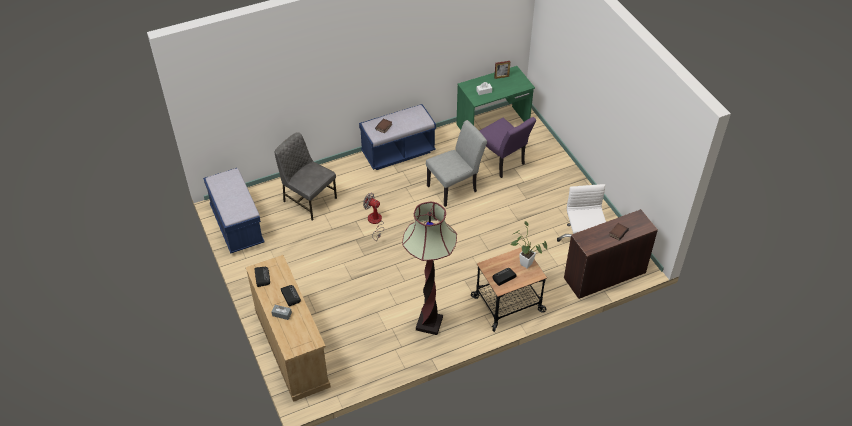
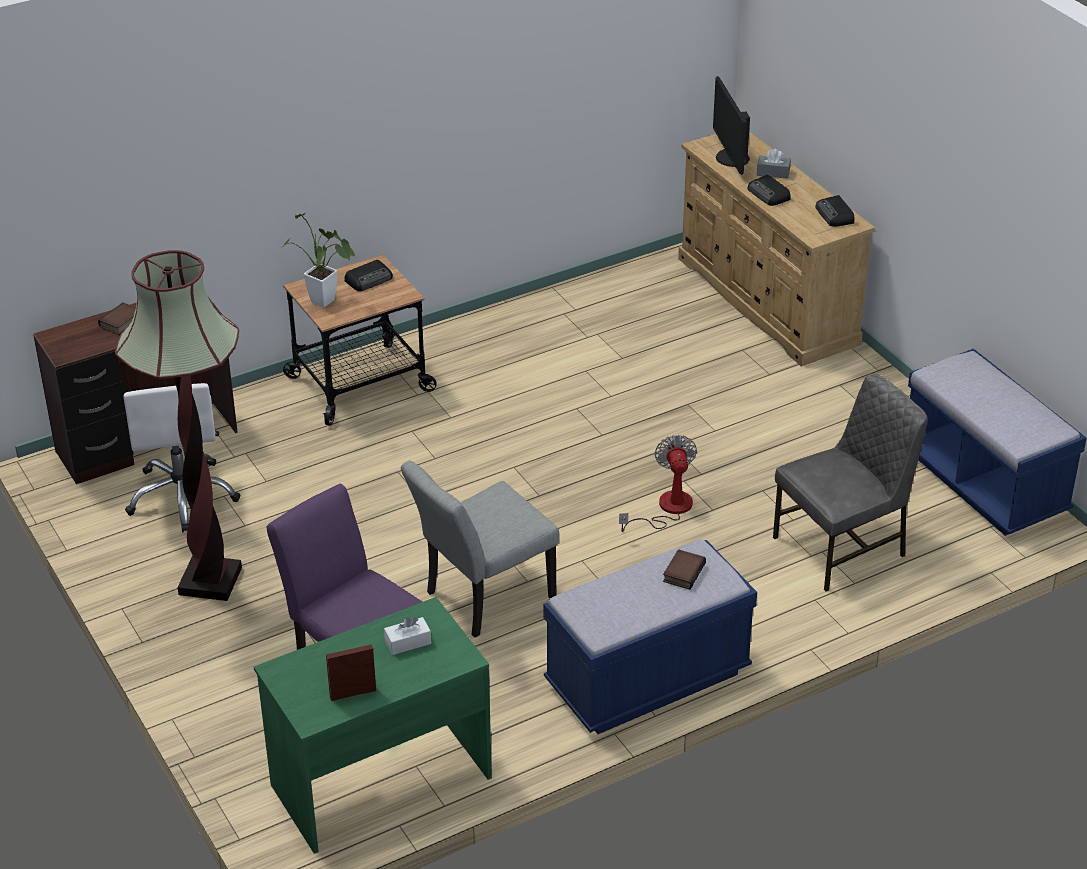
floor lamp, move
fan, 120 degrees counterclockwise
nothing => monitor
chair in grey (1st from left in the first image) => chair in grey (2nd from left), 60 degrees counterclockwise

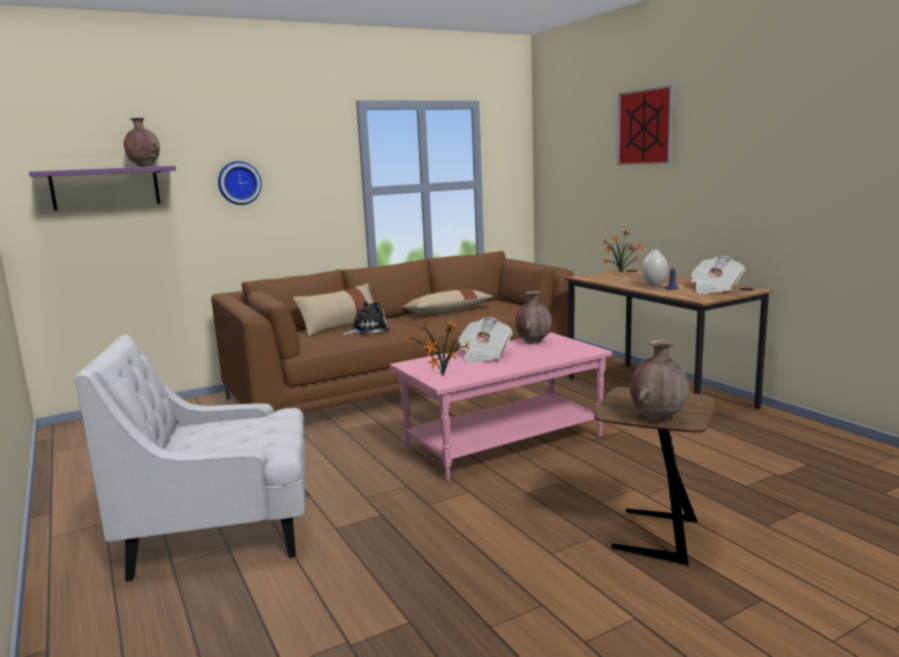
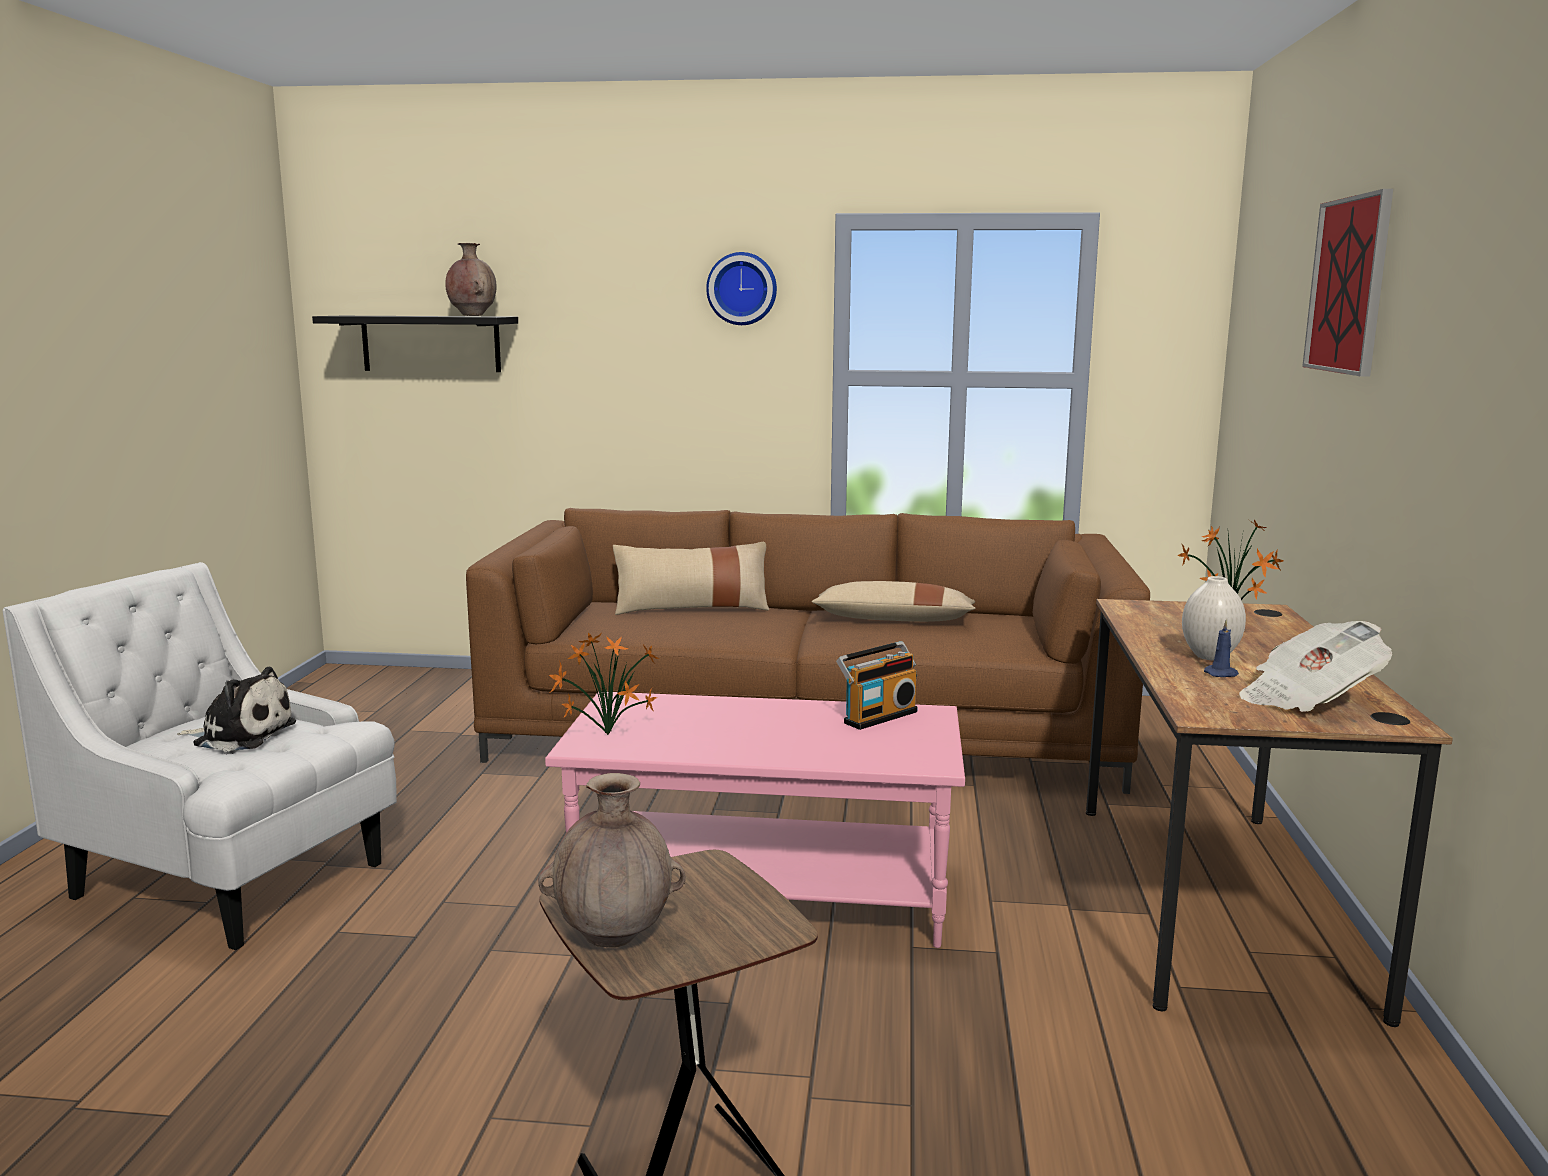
plush toy, move
shelf in purple => shelf in black
wall clock, move
vase in brown (2nd from left) => radio
newspaper (1st from left) => nothing

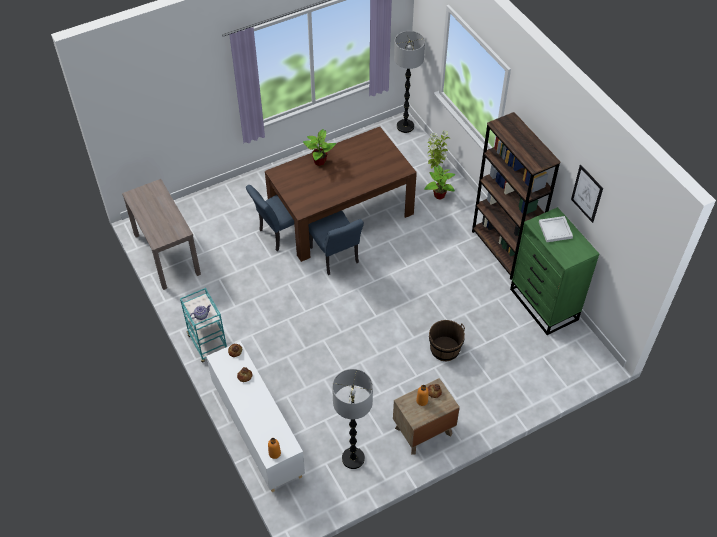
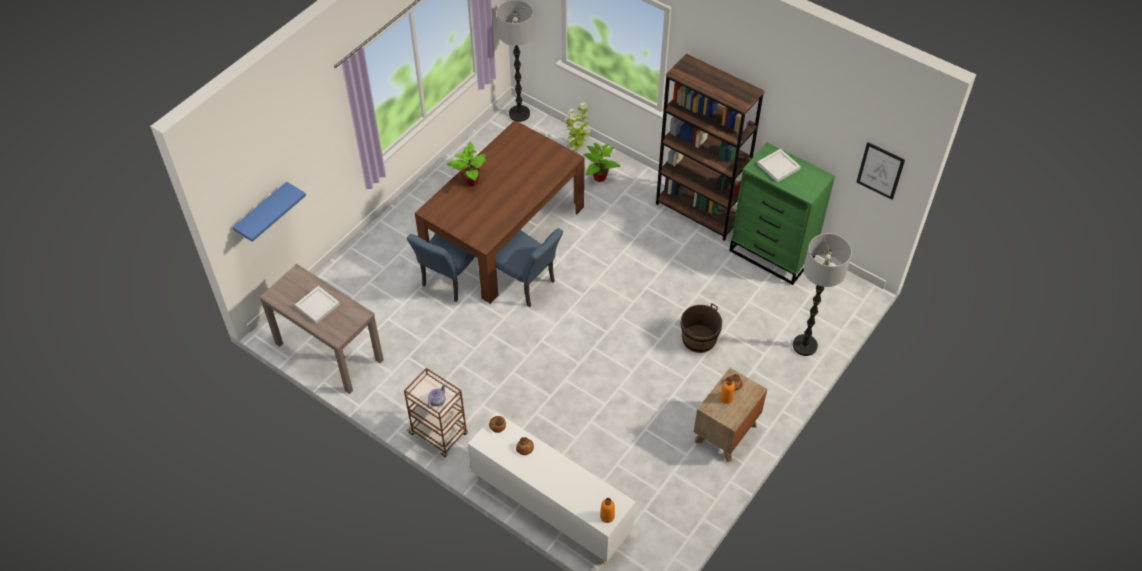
nothing => shelf in blue
nothing => tray in white (1st from left)
cart in turquoise => cart in brown
floor lamp (1st from left in the first image) => floor lamp (2nd from left), move
picture, move

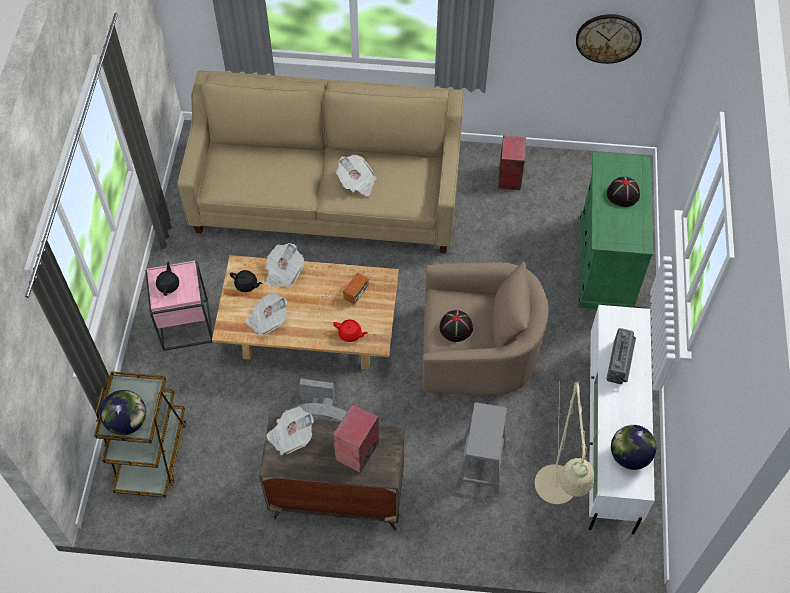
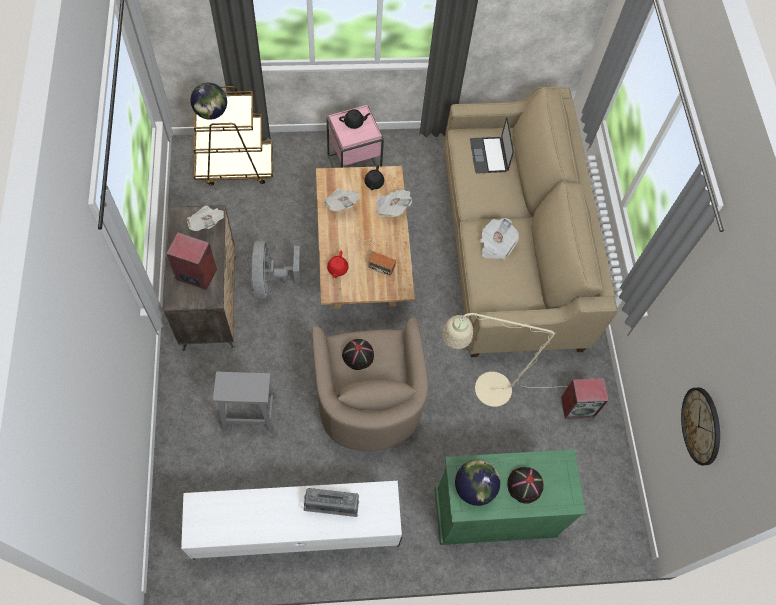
floor lamp in beige, move
globe (2nd from left), move
nothing => laptop

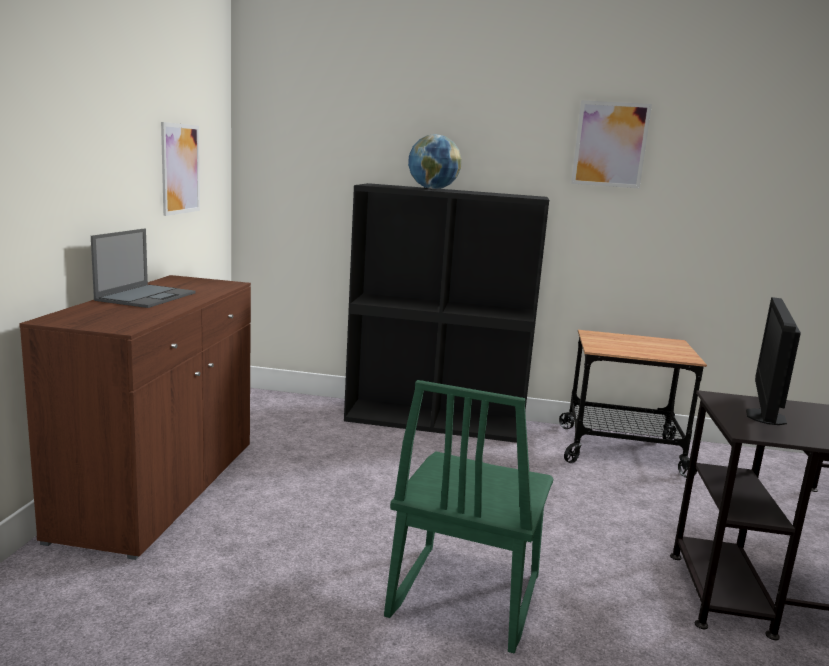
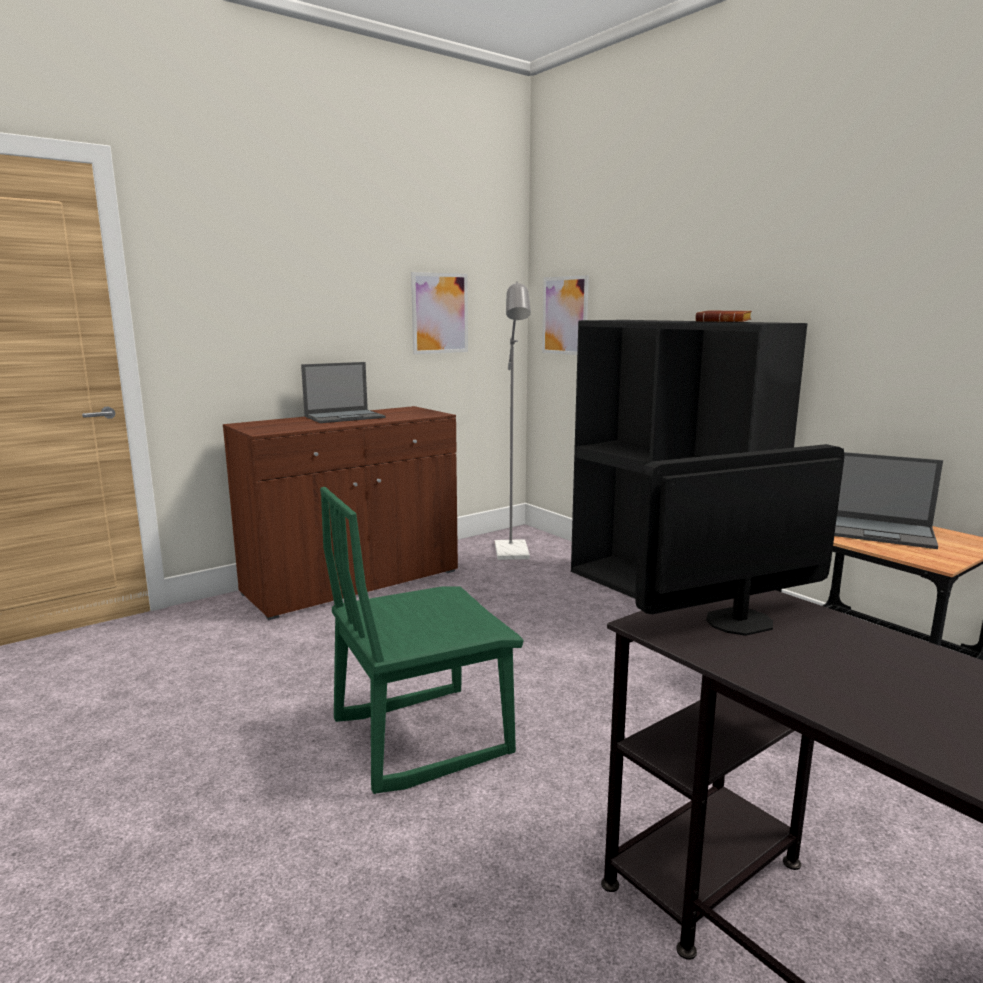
nothing => floor lamp in grey
picture (2nd from left), move
nothing => book in brown
nothing => laptop (2nd from left)
globe => nothing

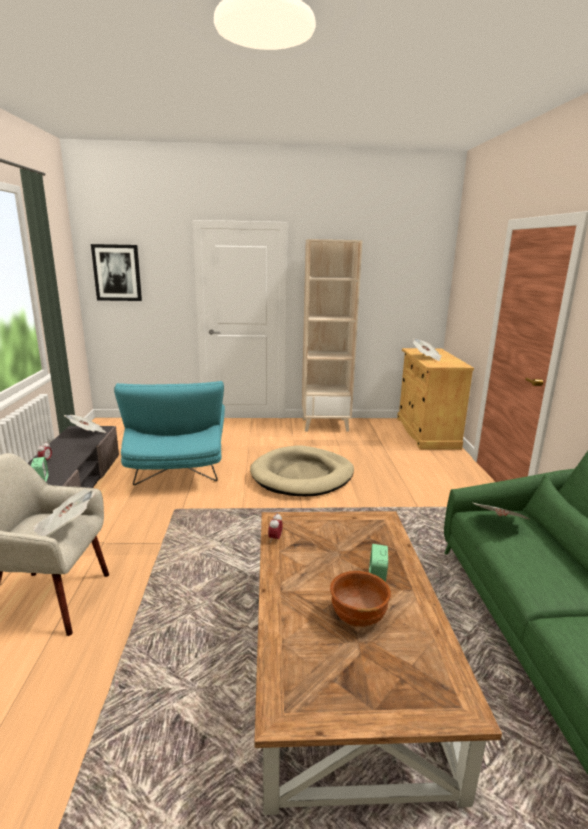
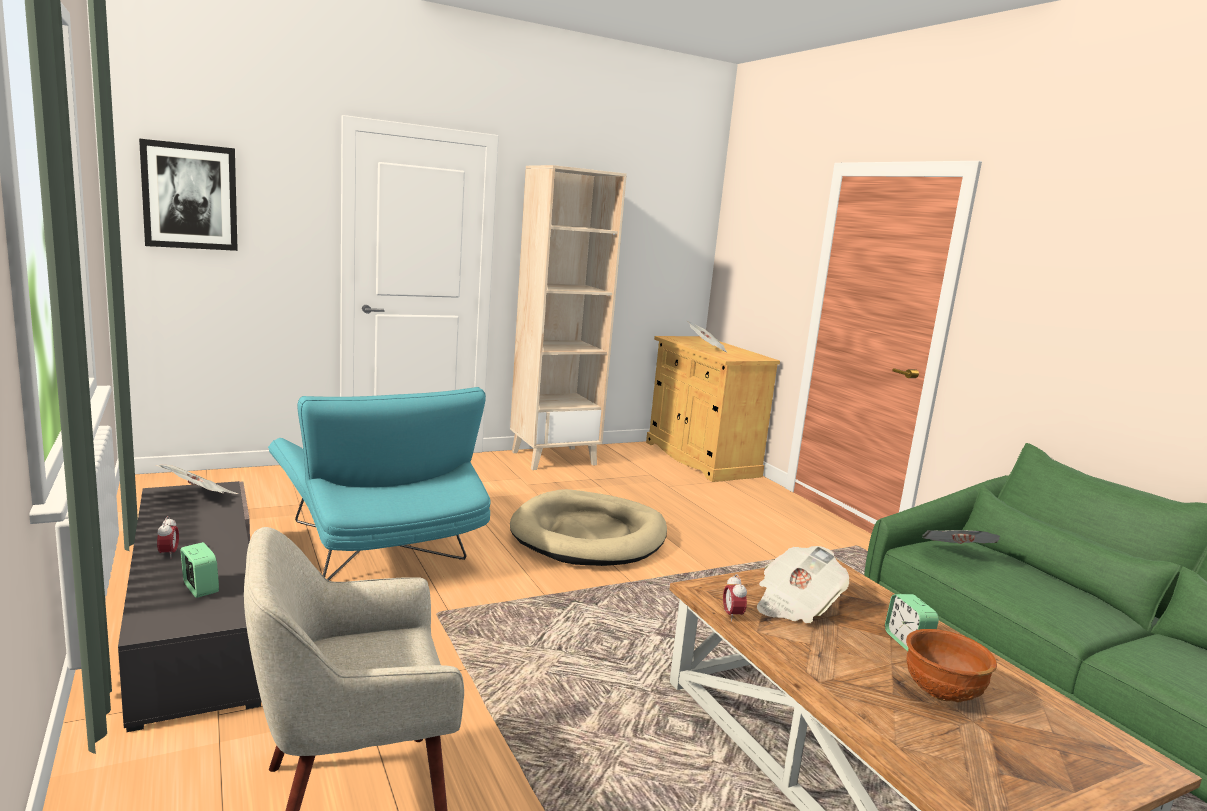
newspaper (1st from left in the first image) => newspaper (3rd from left), move

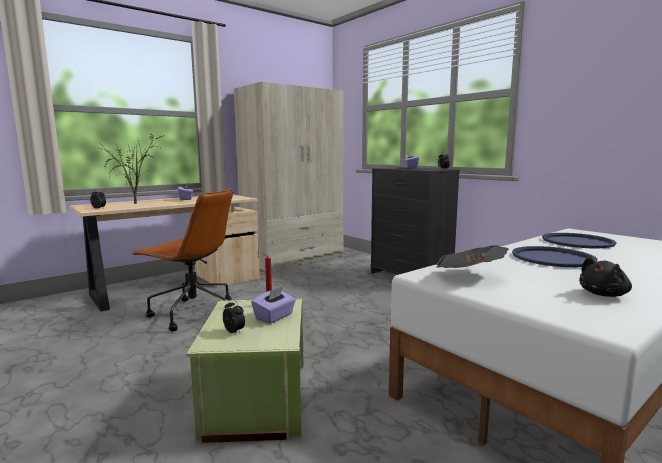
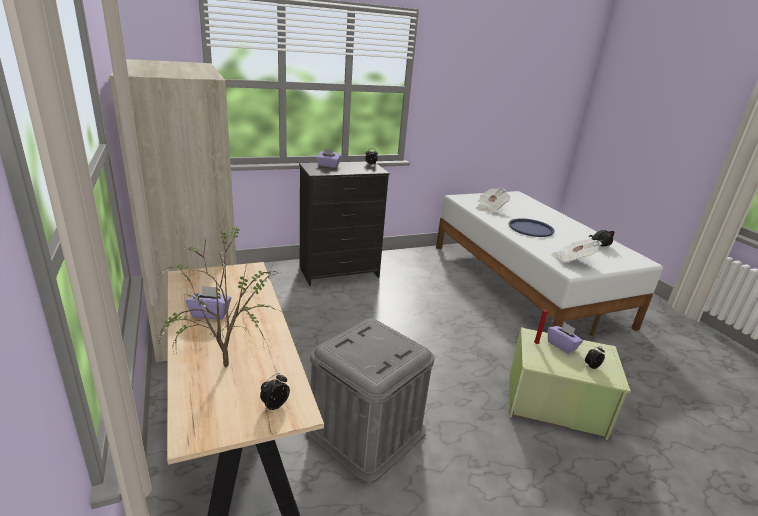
office chair in brown => storage box in grey
tray in blue (2nd from left) => newspaper (1st from left)

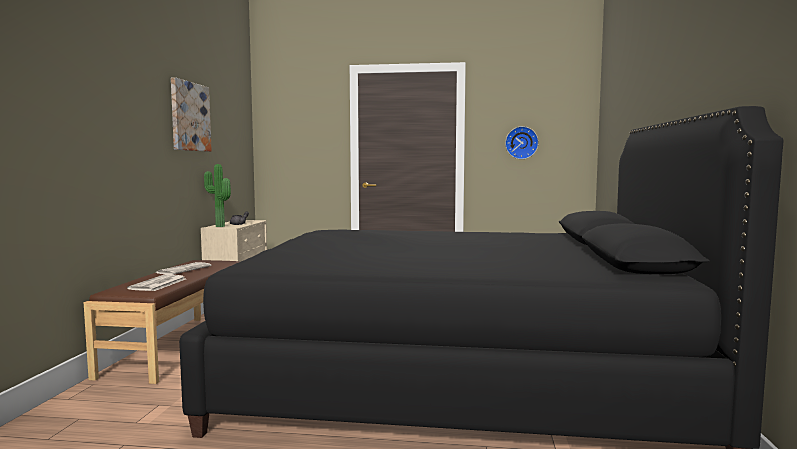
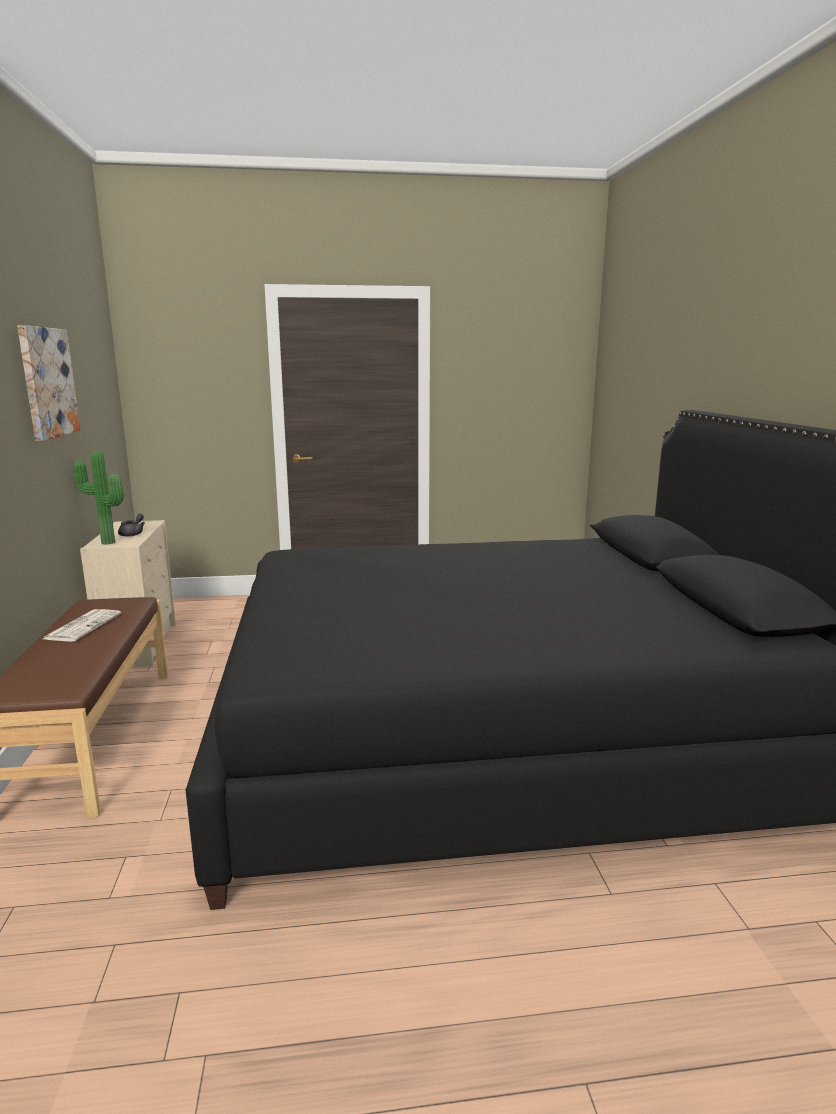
newspaper (1st from left) => nothing
wall clock => nothing

